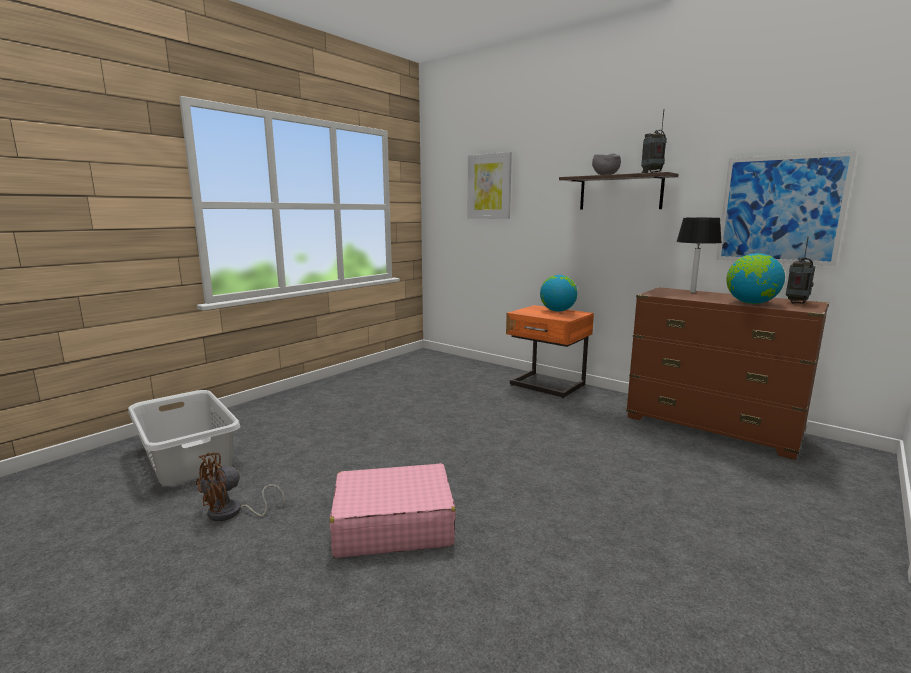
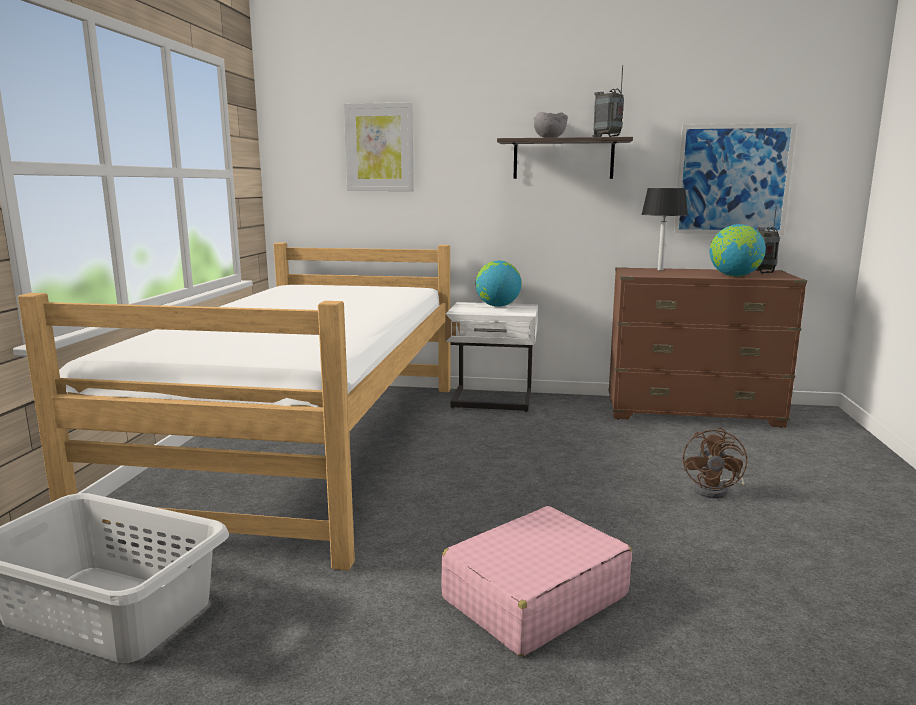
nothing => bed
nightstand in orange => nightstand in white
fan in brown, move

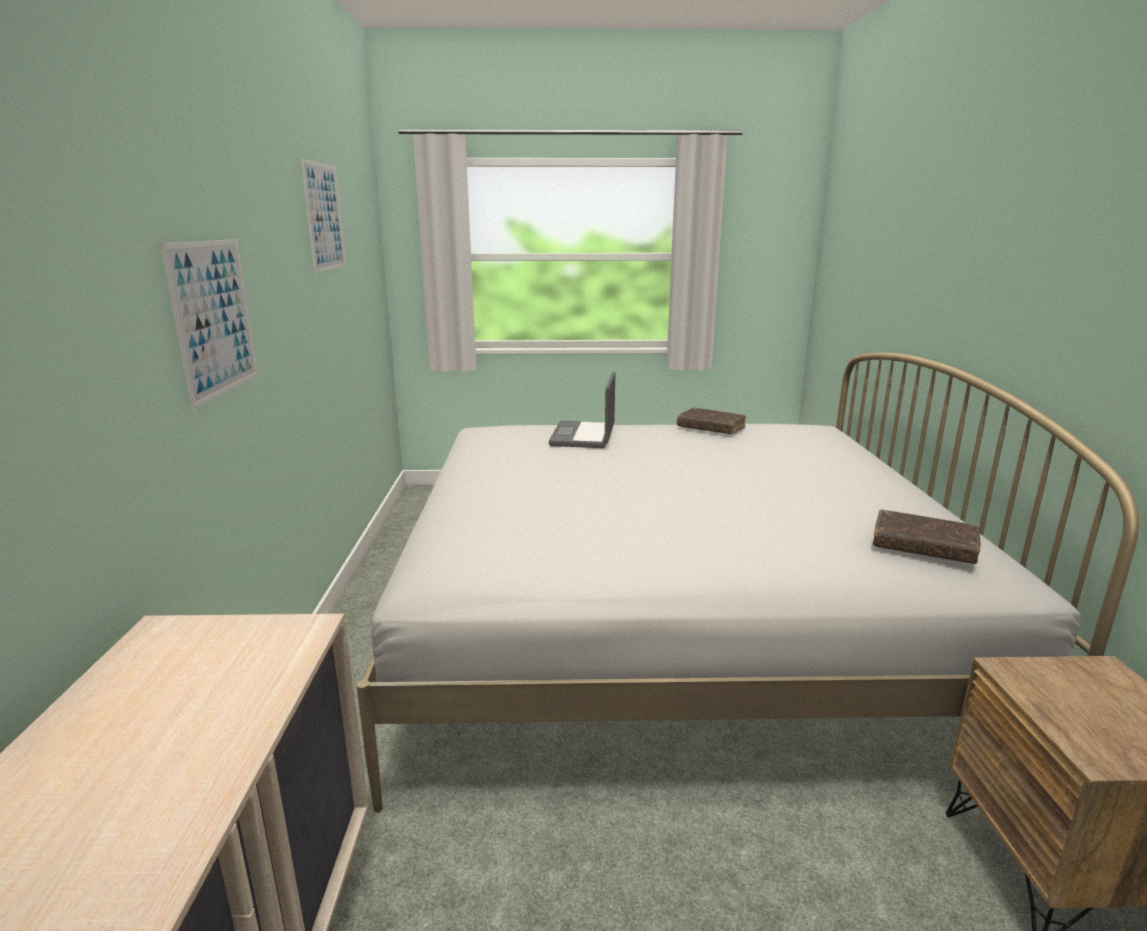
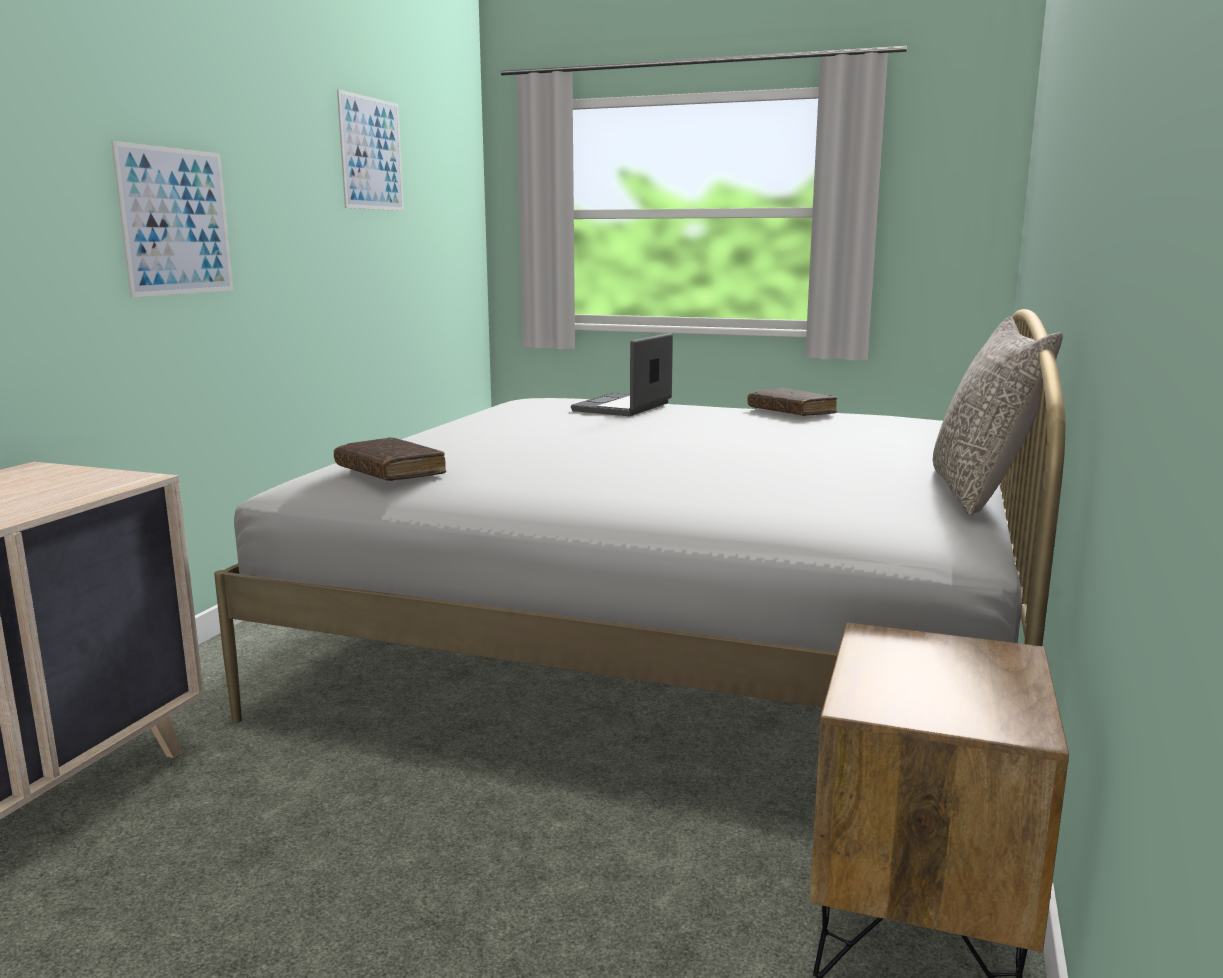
book in brown (2nd from left in the first image) => book in brown (1st from left), move
nothing => pillow in grey

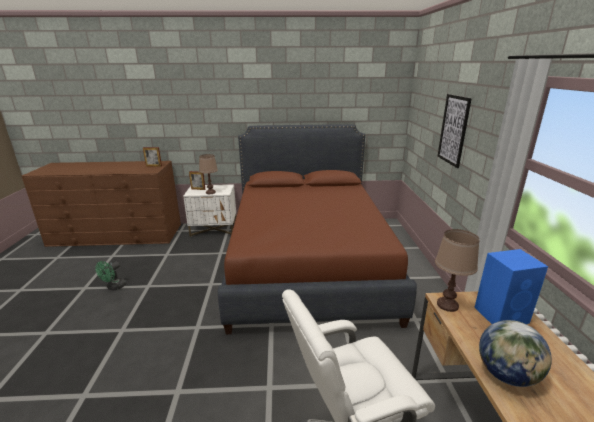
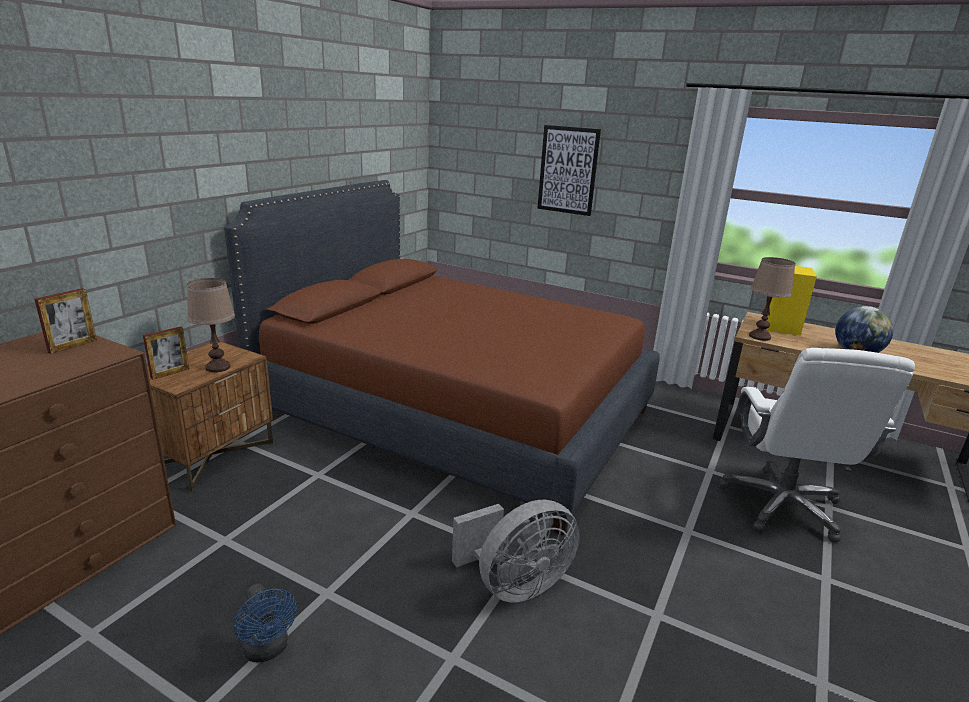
nightstand in white => nightstand in brown
fan in green => fan in blue
nothing => fan in grey
speaker in blue => speaker in yellow

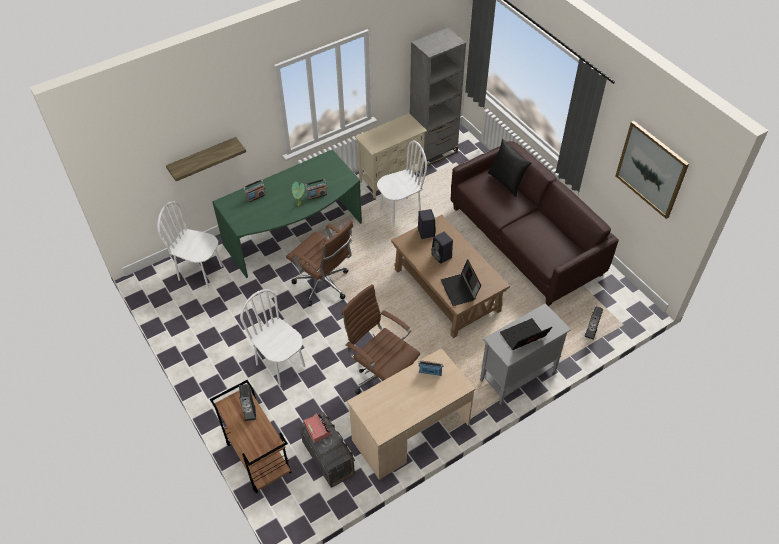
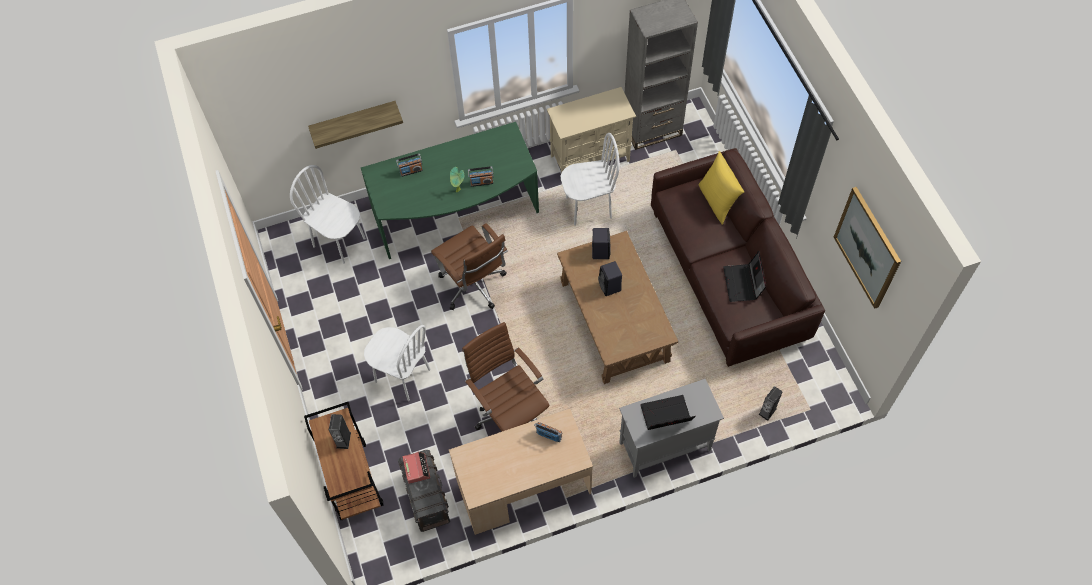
chair in white (2nd from left), 150 degrees clockwise
pillow in black => pillow in yellow
laptop (1st from left in the first image) => laptop (2nd from left), move

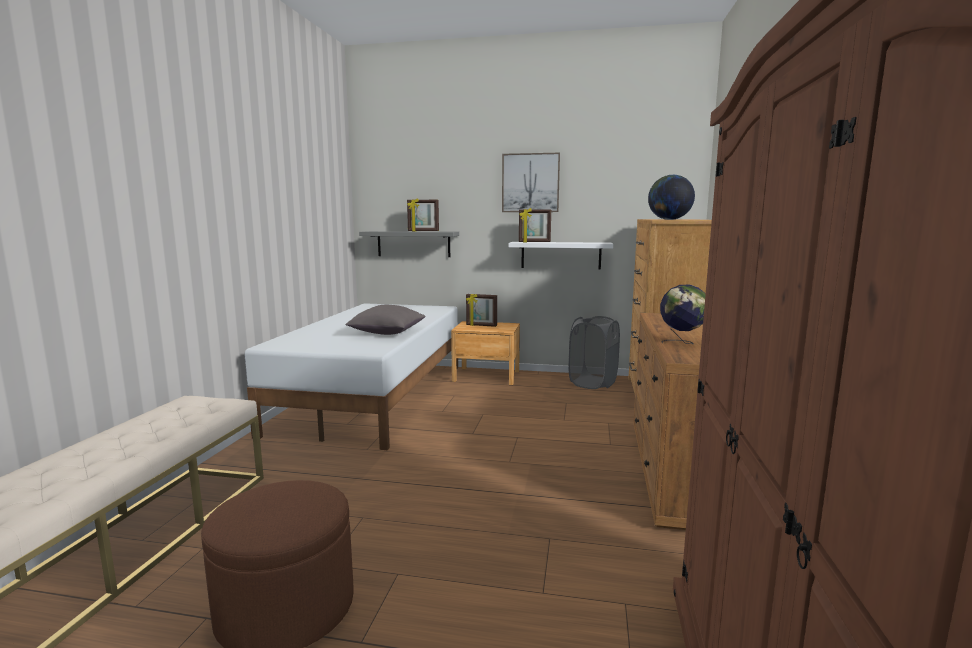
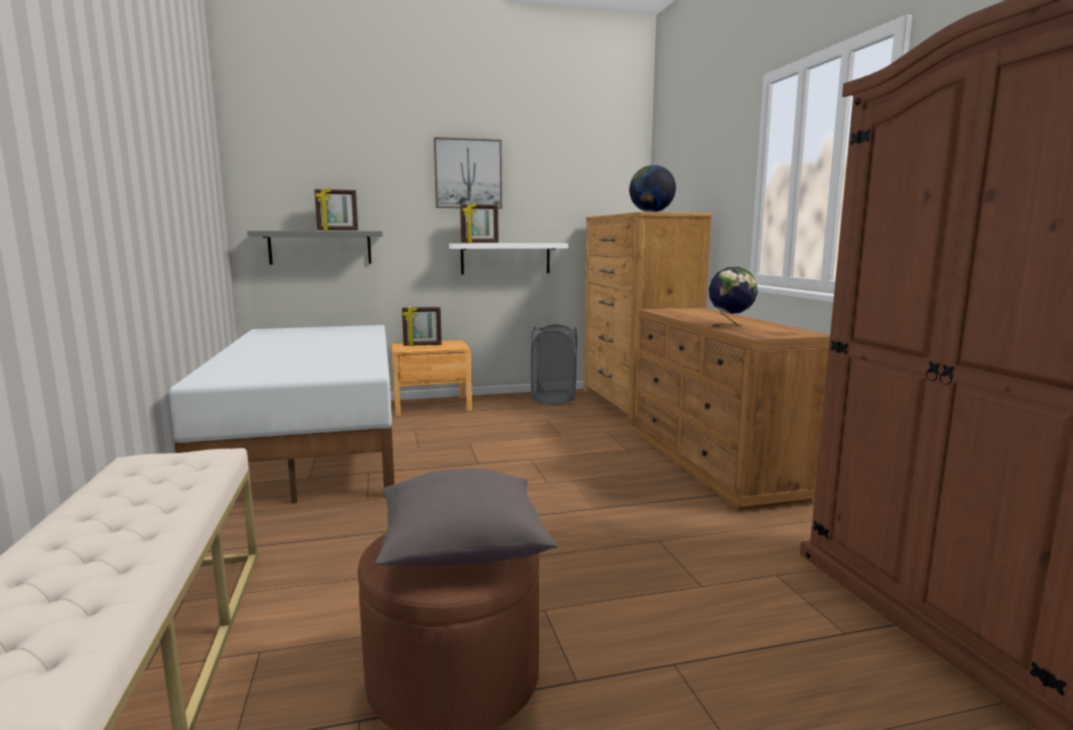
pillow in grey, move

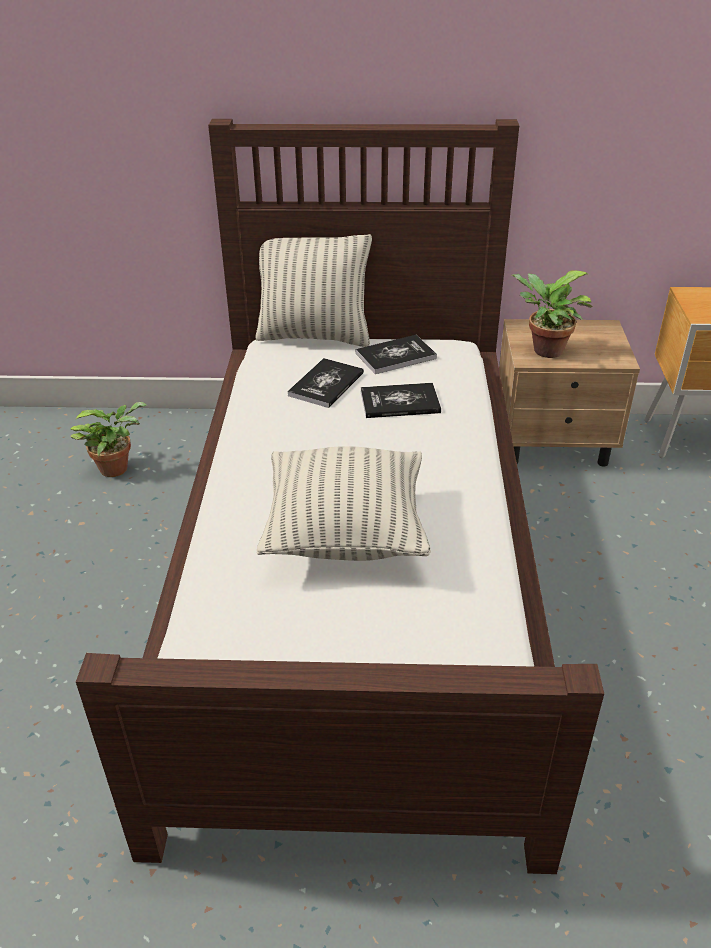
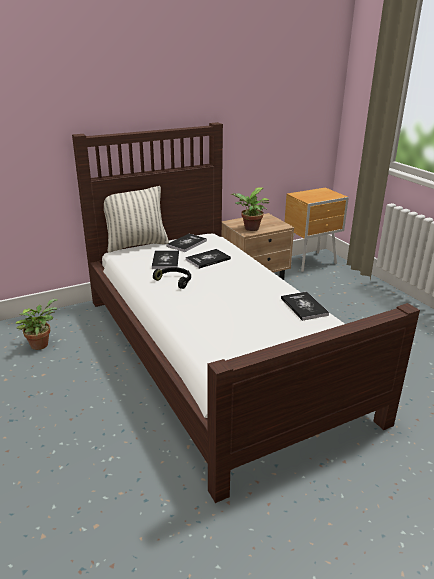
nothing => headphones in black
nothing => book (4th from left)
pillow (2nd from left) => nothing

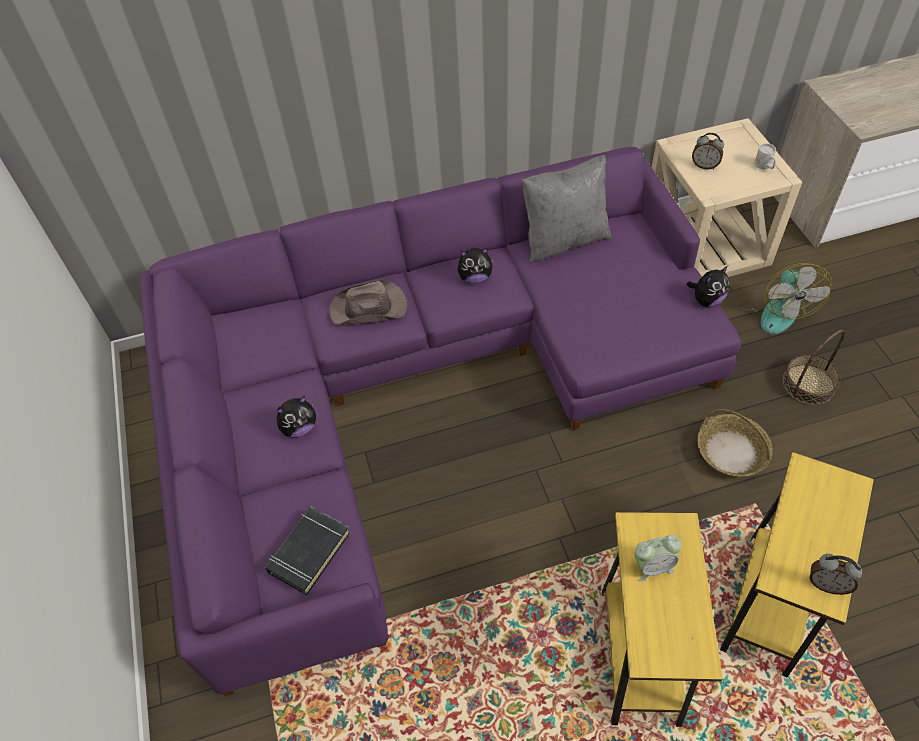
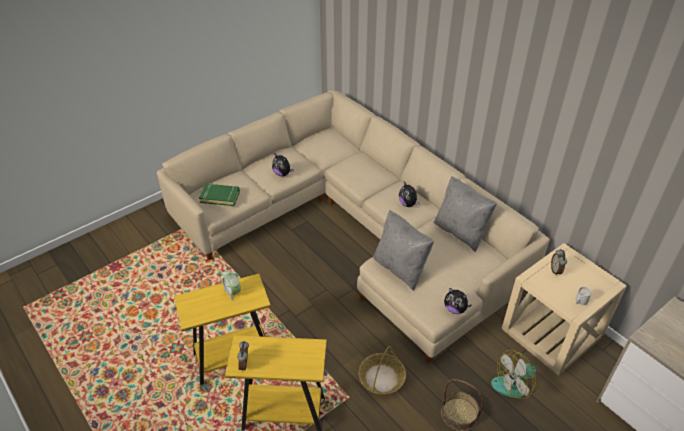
sofa in purple => sofa in beige
book in black => book in green
nothing => pillow in grey (1st from left)
hat in brown => nothing

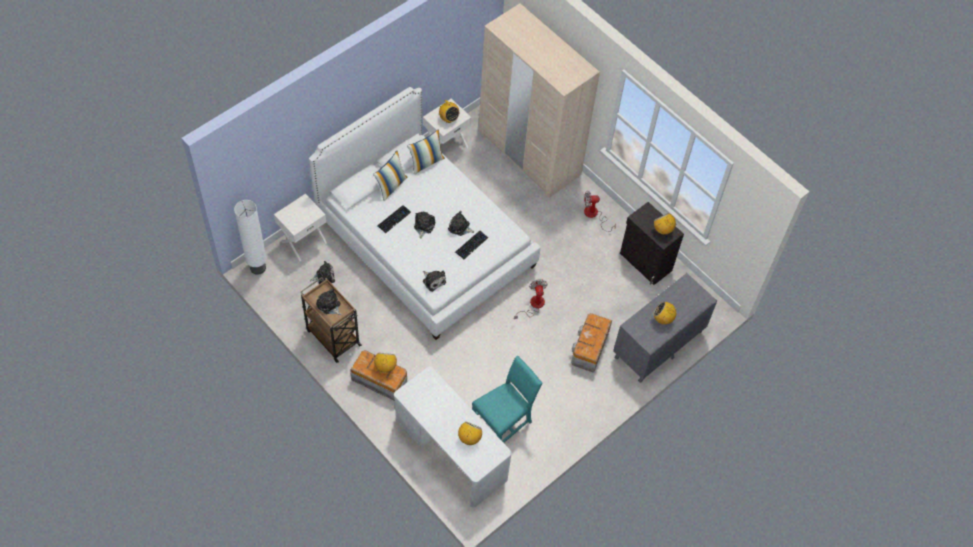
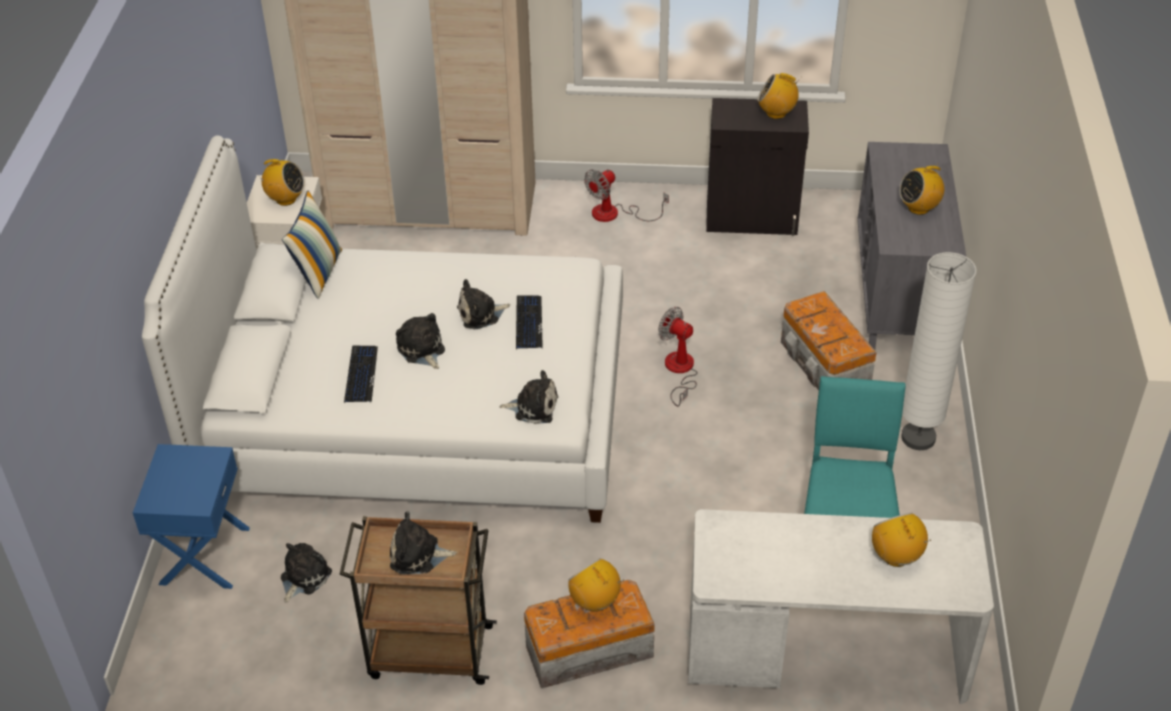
nightstand in white (1st from left) => nightstand in blue
floor lamp in white, move
pillow (1st from left) => nothing

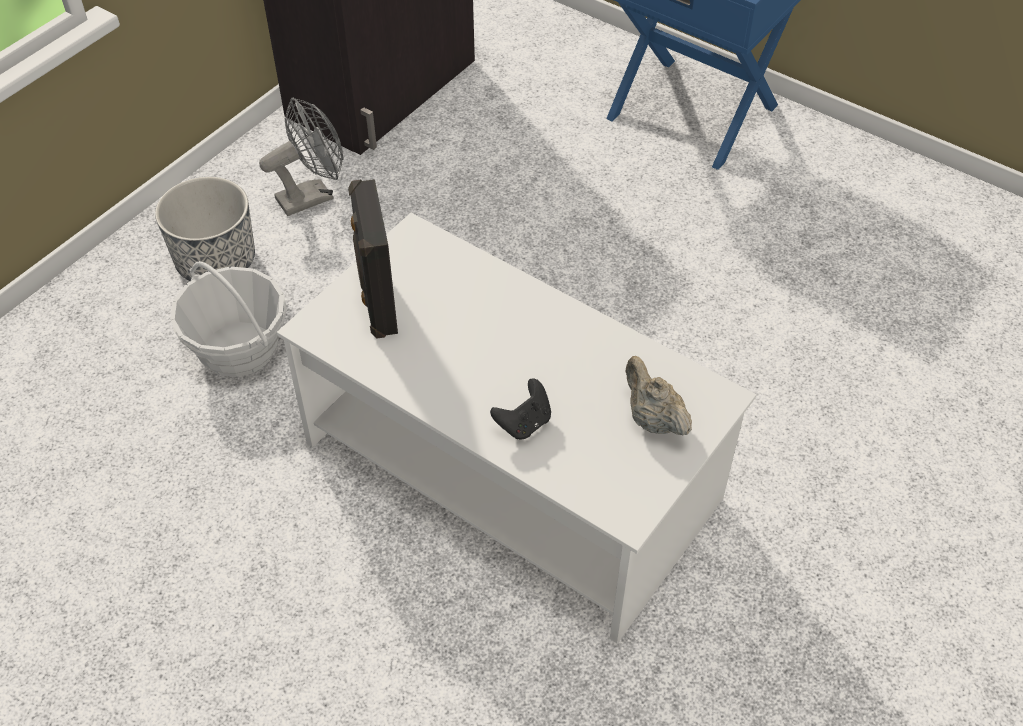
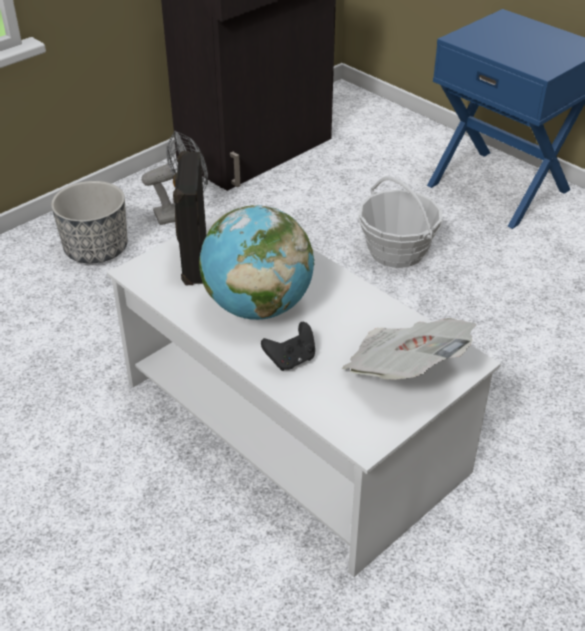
nothing => globe
teapot in beige => newspaper
basket, move

